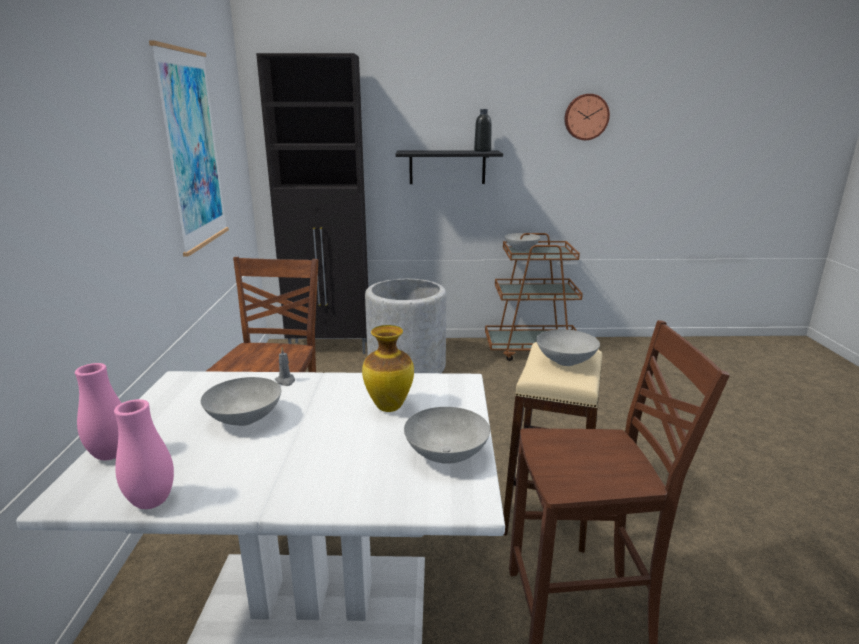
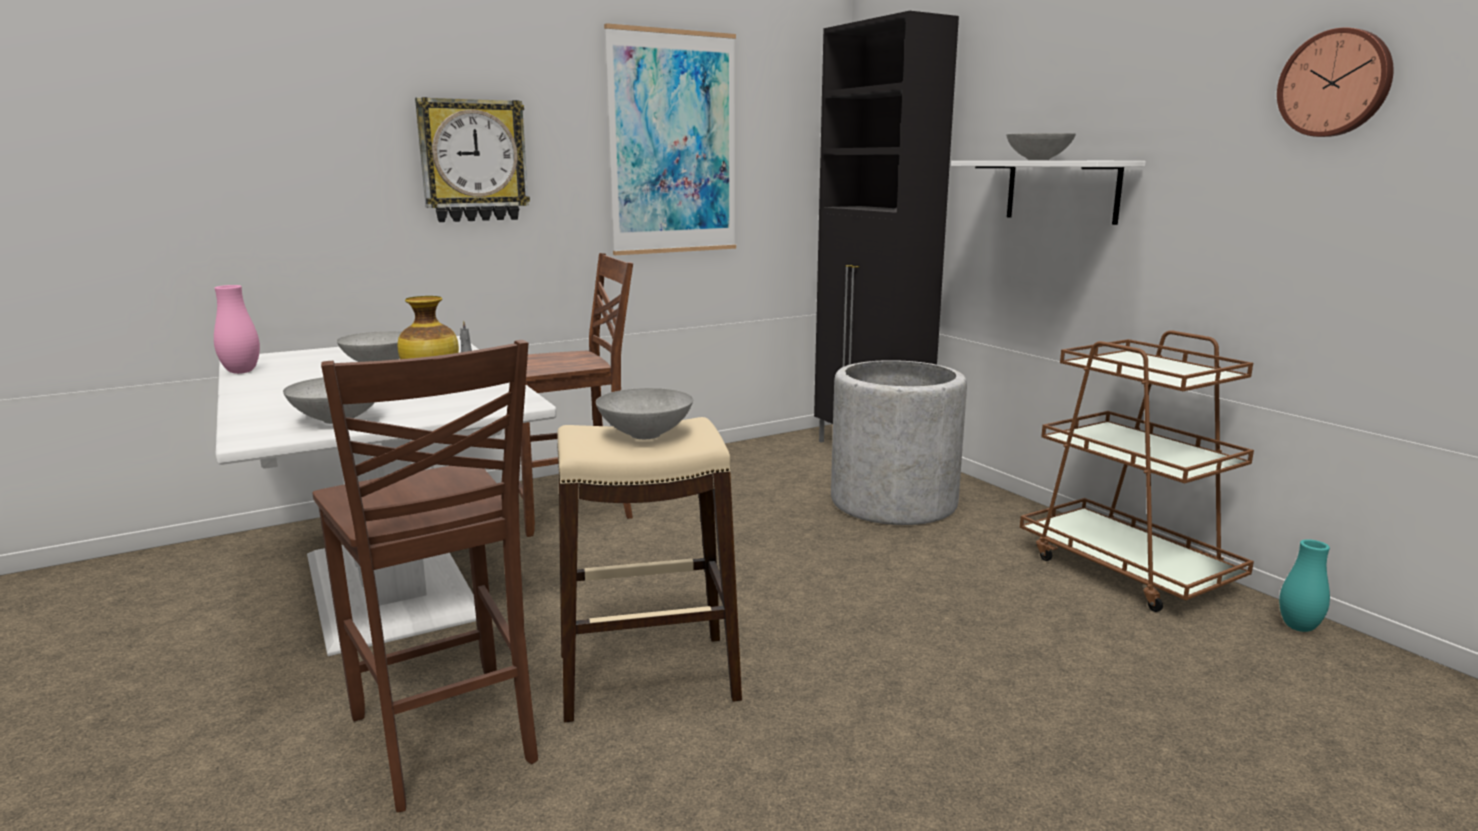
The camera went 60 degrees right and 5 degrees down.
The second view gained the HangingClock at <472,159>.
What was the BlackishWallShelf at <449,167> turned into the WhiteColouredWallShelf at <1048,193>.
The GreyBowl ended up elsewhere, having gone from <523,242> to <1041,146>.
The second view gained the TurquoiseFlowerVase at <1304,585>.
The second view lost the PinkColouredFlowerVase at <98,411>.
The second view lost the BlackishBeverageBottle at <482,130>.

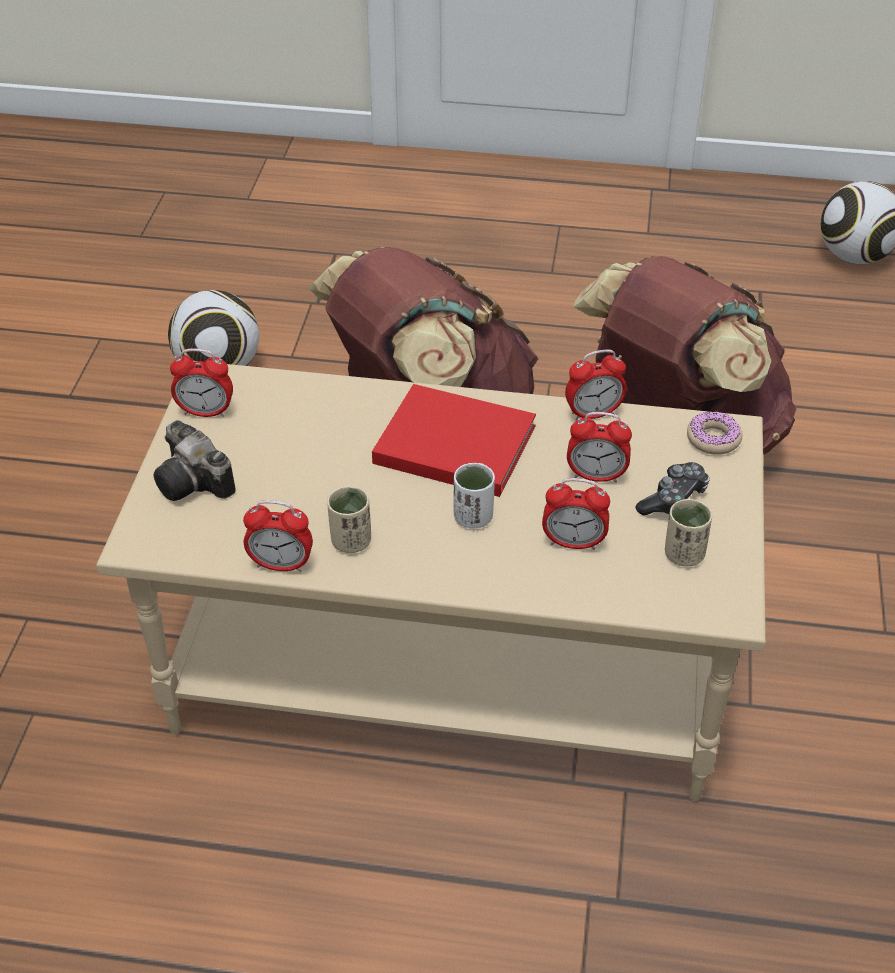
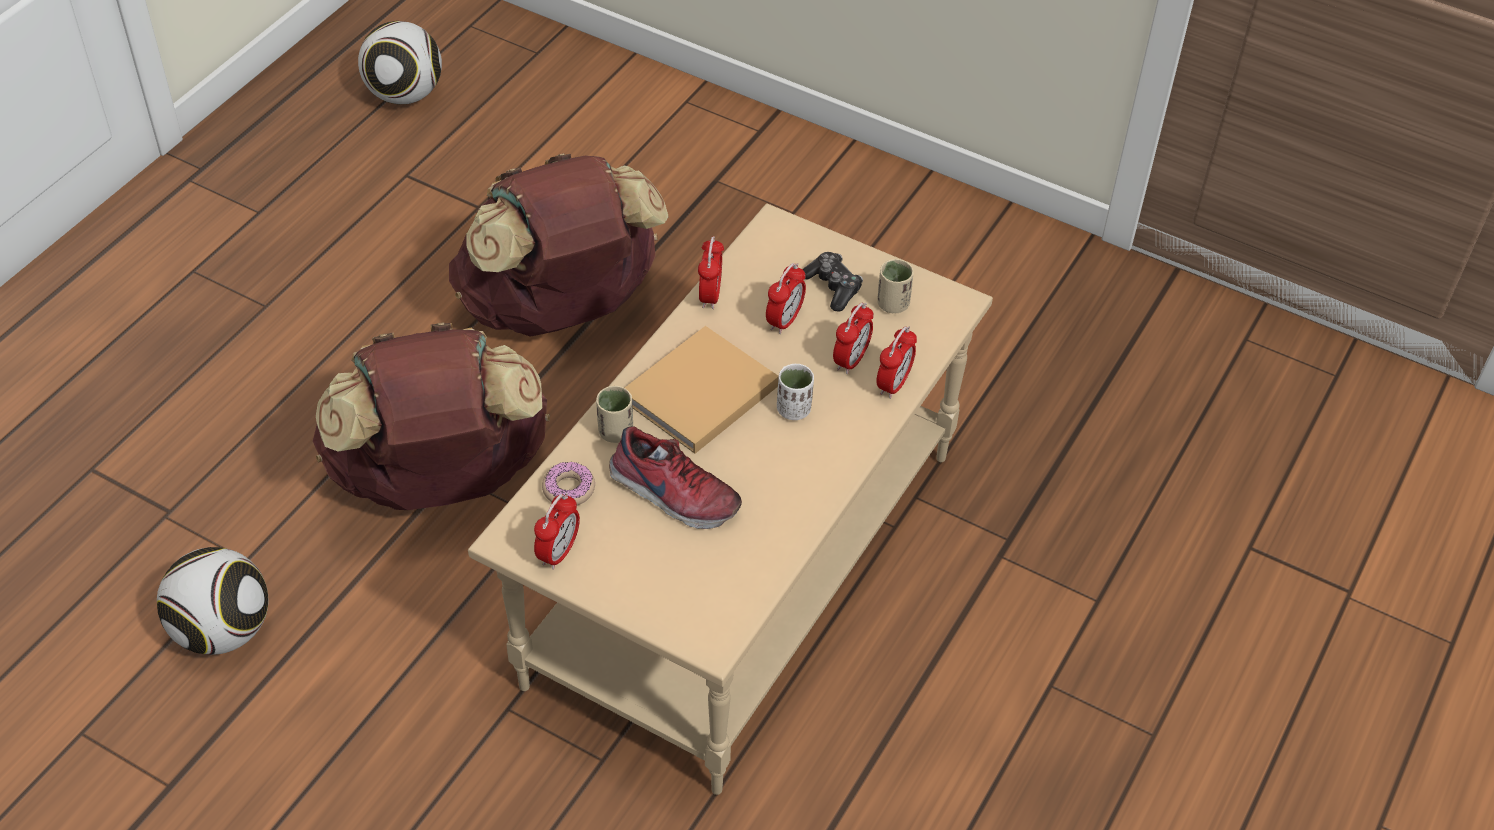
The camera went 70 degrees left and 5 degrees up.
The Doughnut ended up elsewhere, having gone from <715,433> to <568,483>.
The BeigeDrinkingCup ended up elsewhere, having gone from <349,519> to <614,414>.
The second view gained the LowShoe at <675,478>.
What was the RedVolume at <454,440> turned into the BeigeVolume at <702,390>.
The AlarmClock ended up elsewhere, having gone from <278,536> to <896,362>.
The second view lost the PhotoCamera at <194,460>.

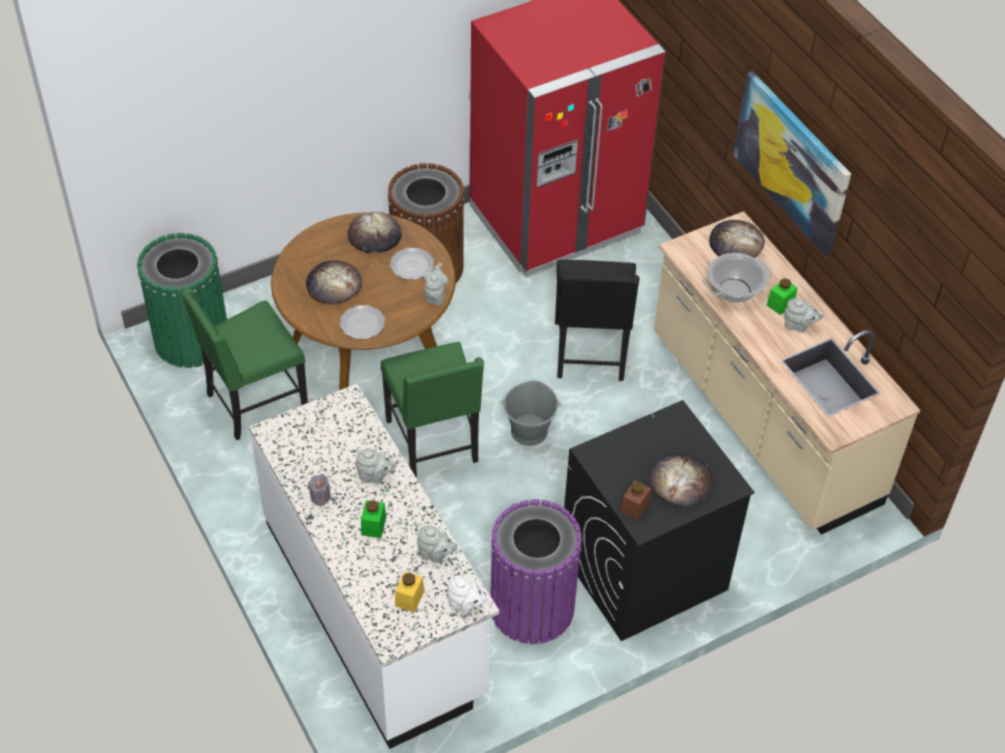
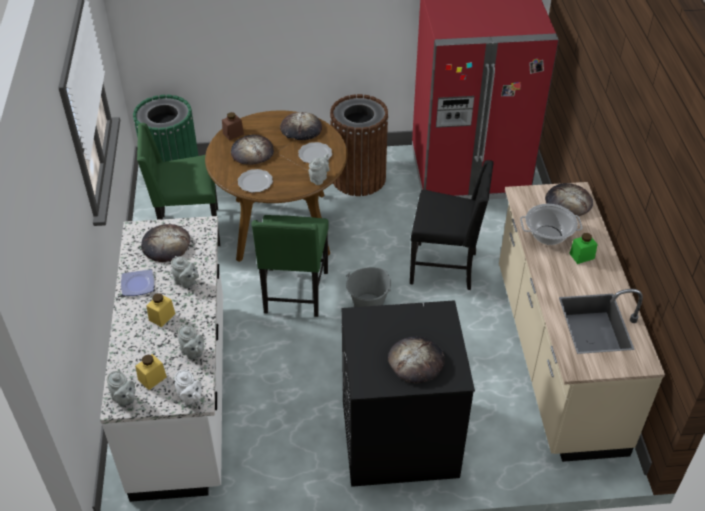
The camera went 25 degrees right and 5 degrees down.
The GreyTeaPot ended up elsewhere, having gone from <803,315> to <121,389>.
Where the GreyCandle stood at <319,490>, the Plate came to stand at <137,282>.
The second view gained the BakedBread at <165,243>.
What was the GreenColouredJar at <373,519> turned into the YellowJar at <160,310>.
The BrownJar ended up elsewhere, having gone from <635,500> to <233,126>.
The BlackishUprightChair at <597,320> ended up facing another way, 105 degrees counterclockwise from before.
The second view lost the PurpleTrashCan at <536,571>.
The second view lost the WallArt at <792,164>.

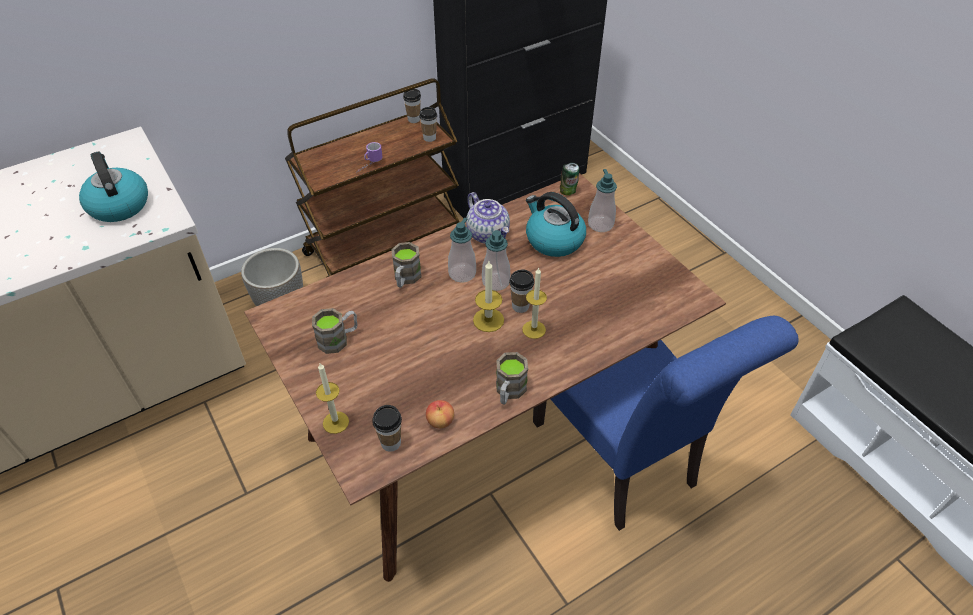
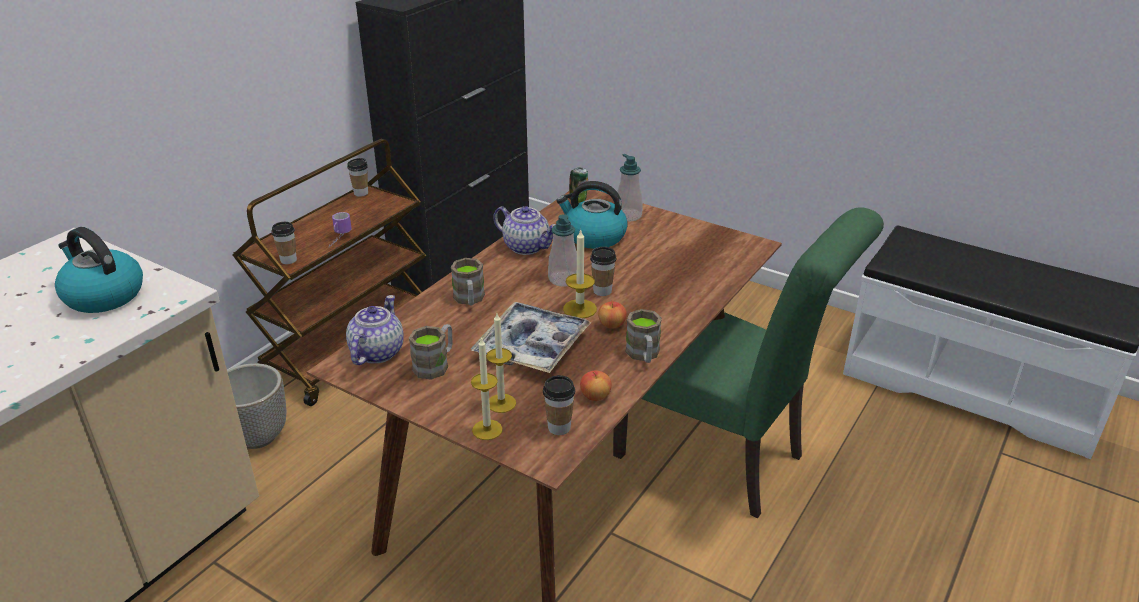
The camera went 25 degrees left and 15 degrees down.
The DrinkingCup ended up elsewhere, having gone from <428,124> to <284,243>.
The second view gained the TeaPot at <375,330>.
The second view gained the Tray at <531,337>.
The Candle ended up elsewhere, having gone from <534,303> to <501,363>.
The second view gained the AppleFruit at <612,314>.
What was the BlueUprightChair at <666,423> turned into the GreenColouredUprightChair at <748,362>.
The second view lost the SoapBottle at <462,250>.

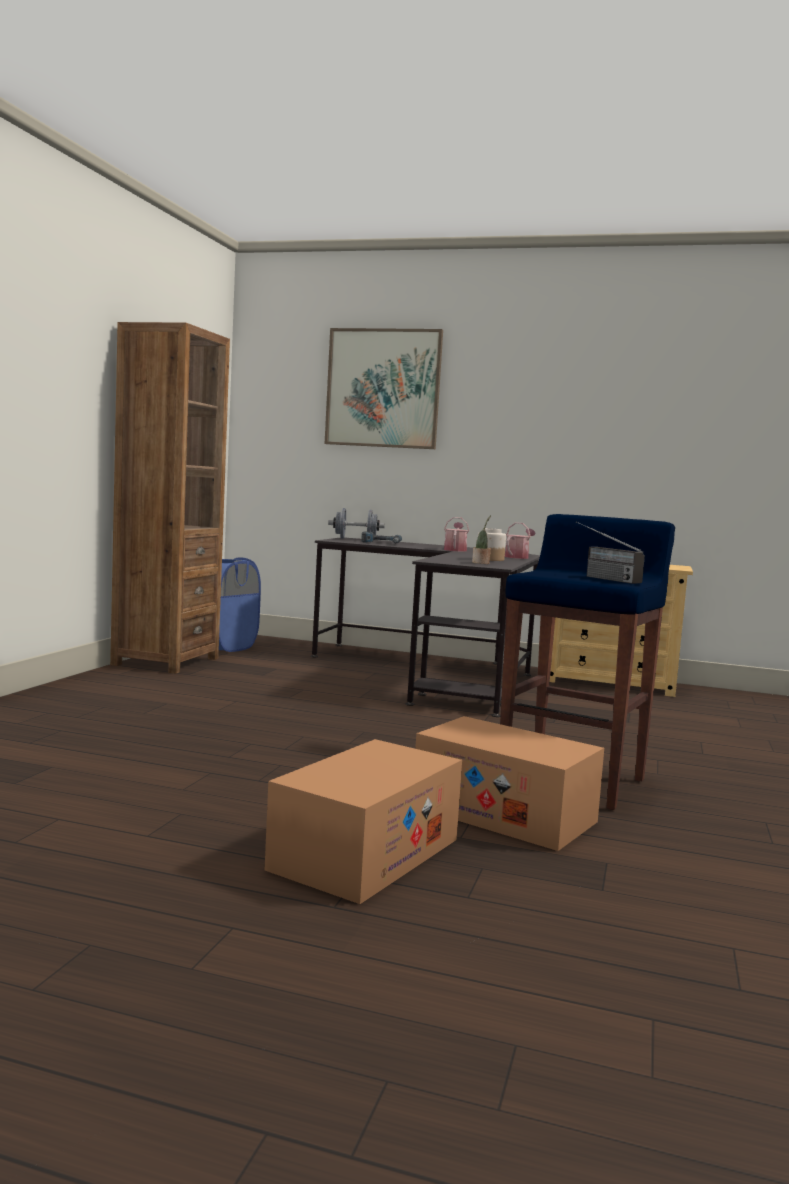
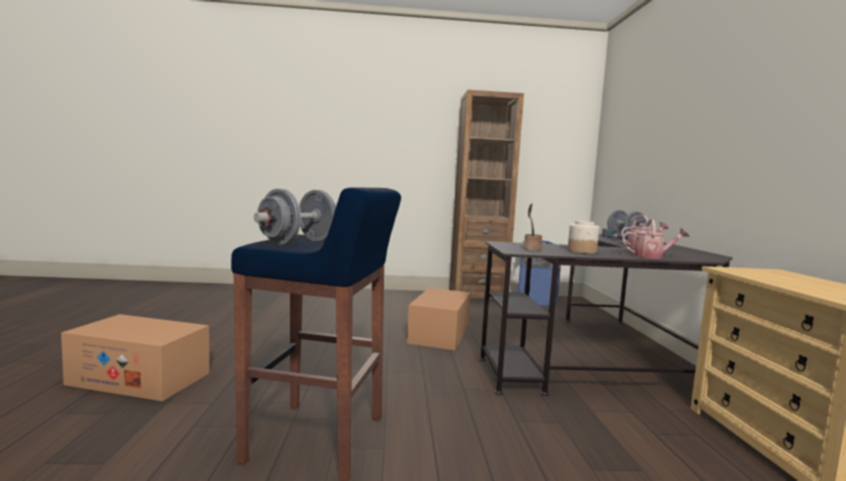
The camera went 70 degrees right and 0 degrees up.
Where the Radio stood at <610,552>, the GreyFreeWeight came to stand at <295,217>.
The PackingBox ended up elsewhere, having gone from <509,783> to <439,319>.
The second view lost the WallArt at <384,388>.

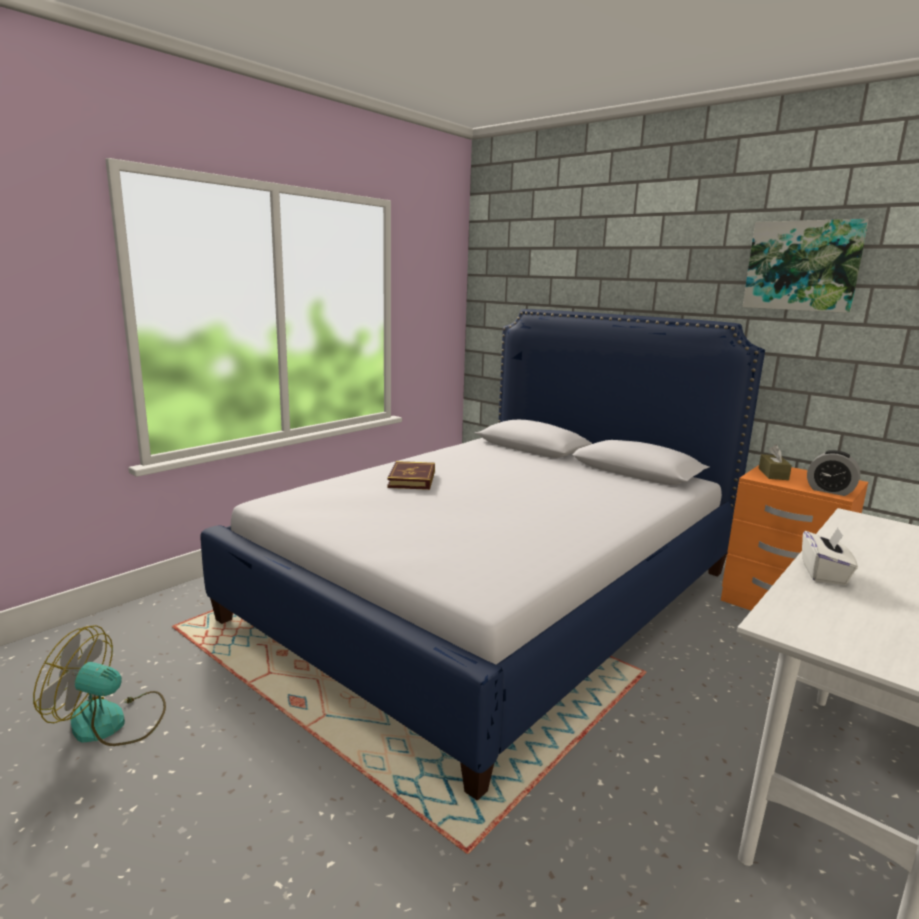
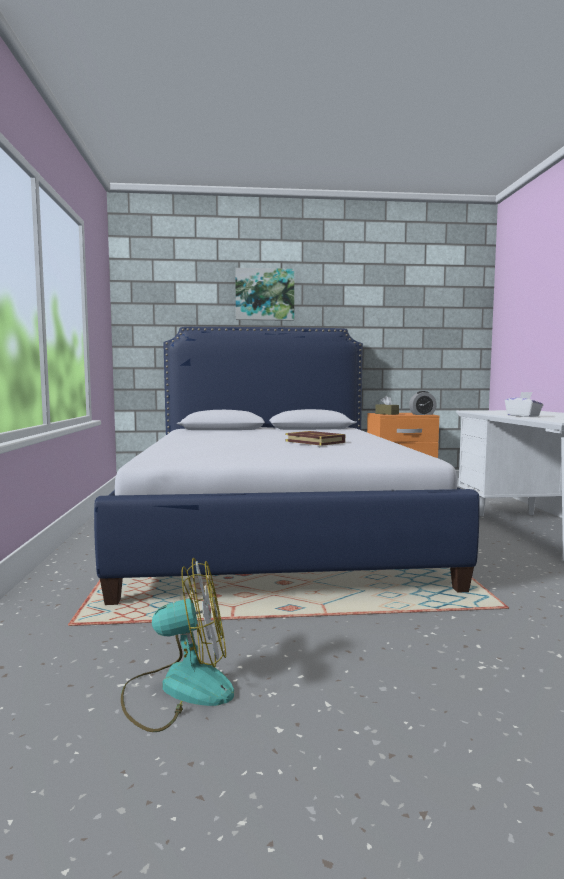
The camera went 45 degrees left and 10 degrees down.
The Fan at <99,685> ended up facing another way, 150 degrees counterclockwise from before.
The WallArt ended up elsewhere, having gone from <806,266> to <264,294>.
The Volume ended up elsewhere, having gone from <411,475> to <315,438>.

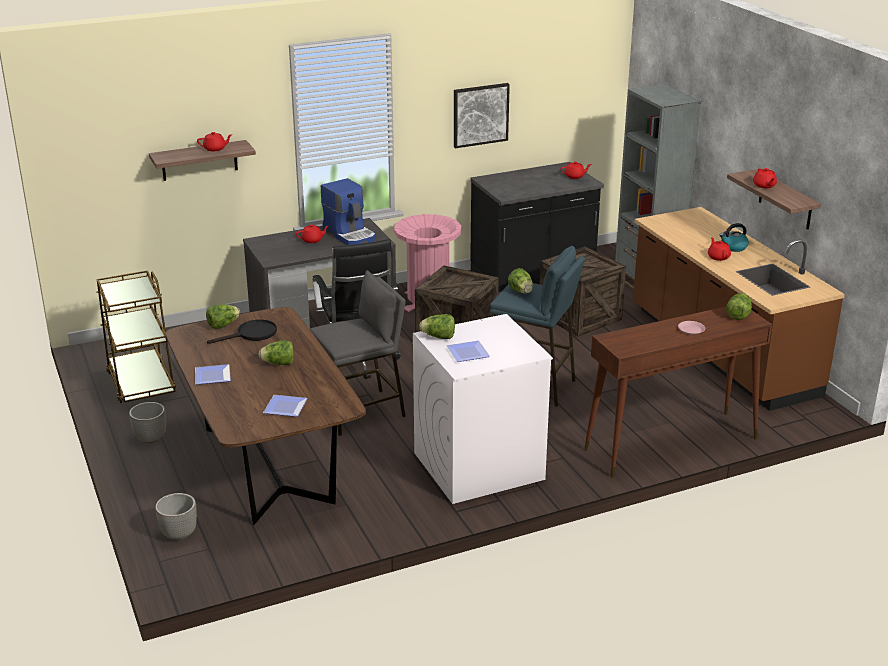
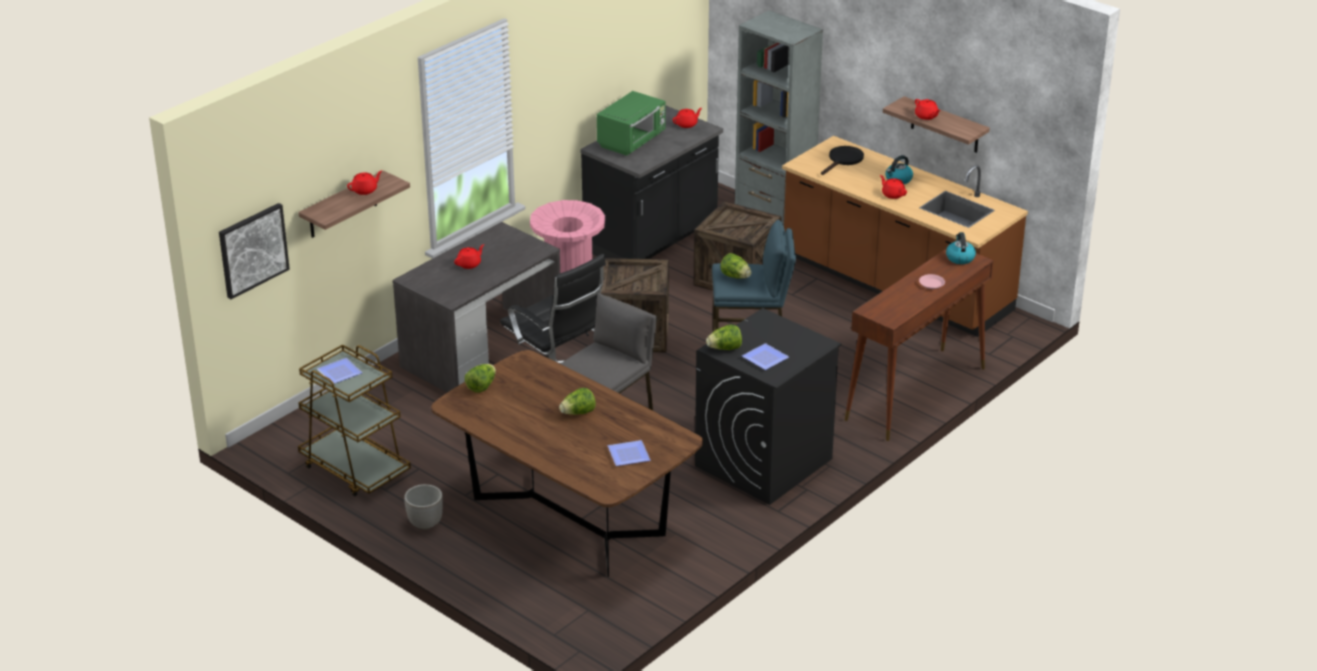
The camera went 25 degrees left and 5 degrees up.
The WallArt ended up elsewhere, having gone from <482,115> to <254,251>.
The Plate ended up elsewhere, having gone from <213,374> to <339,371>.
The second view gained the GreenColouredMicrowave at <631,123>.
What was the WhiteColouredLaundryAppliance at <483,409> turned into the BlackishLaundryAppliance at <768,406>.
The BlackishPan ended up elsewhere, having gone from <242,332> to <842,160>.
Where the HeadOfLettuce stood at <739,306>, the WaterKettle came to stand at <961,248>.
The second view lost the PlantPot at <176,516>.
The second view lost the CoffeeMachine at <348,211>.

